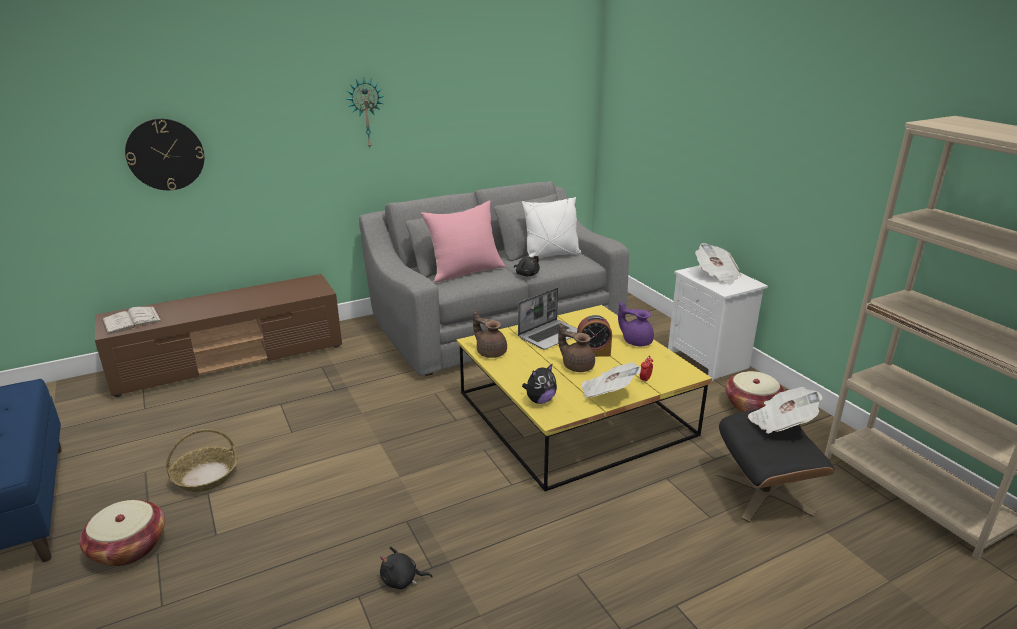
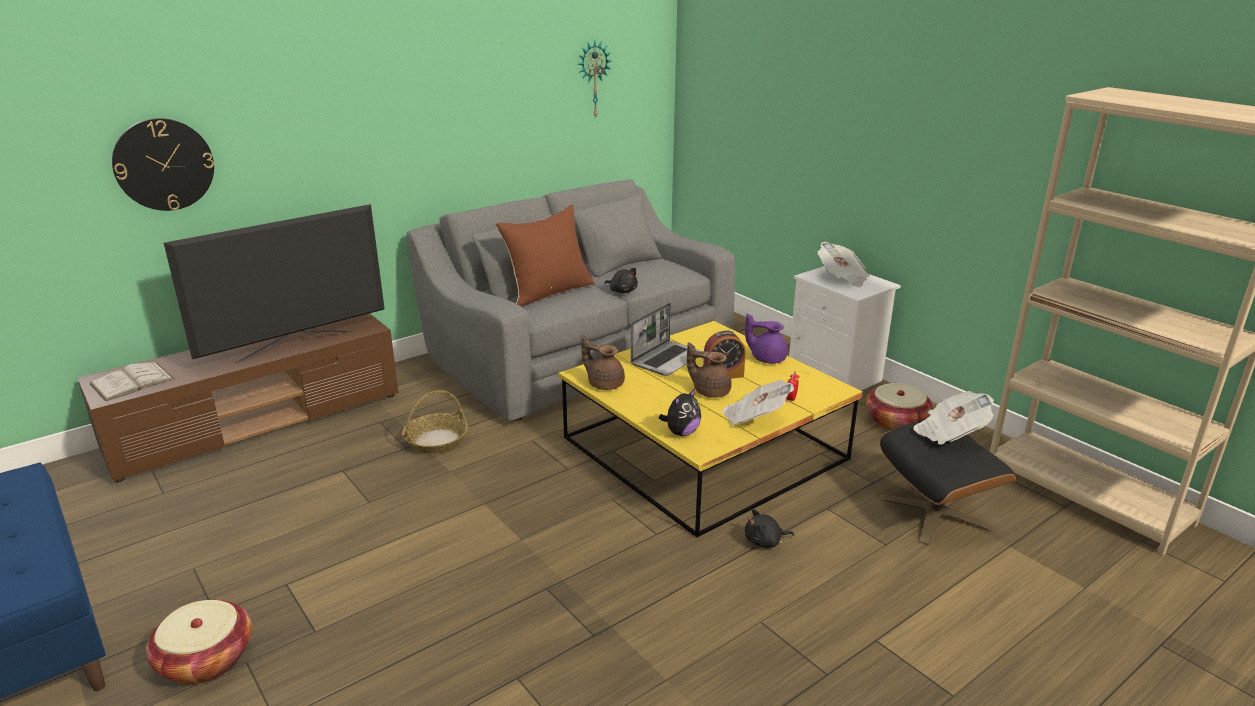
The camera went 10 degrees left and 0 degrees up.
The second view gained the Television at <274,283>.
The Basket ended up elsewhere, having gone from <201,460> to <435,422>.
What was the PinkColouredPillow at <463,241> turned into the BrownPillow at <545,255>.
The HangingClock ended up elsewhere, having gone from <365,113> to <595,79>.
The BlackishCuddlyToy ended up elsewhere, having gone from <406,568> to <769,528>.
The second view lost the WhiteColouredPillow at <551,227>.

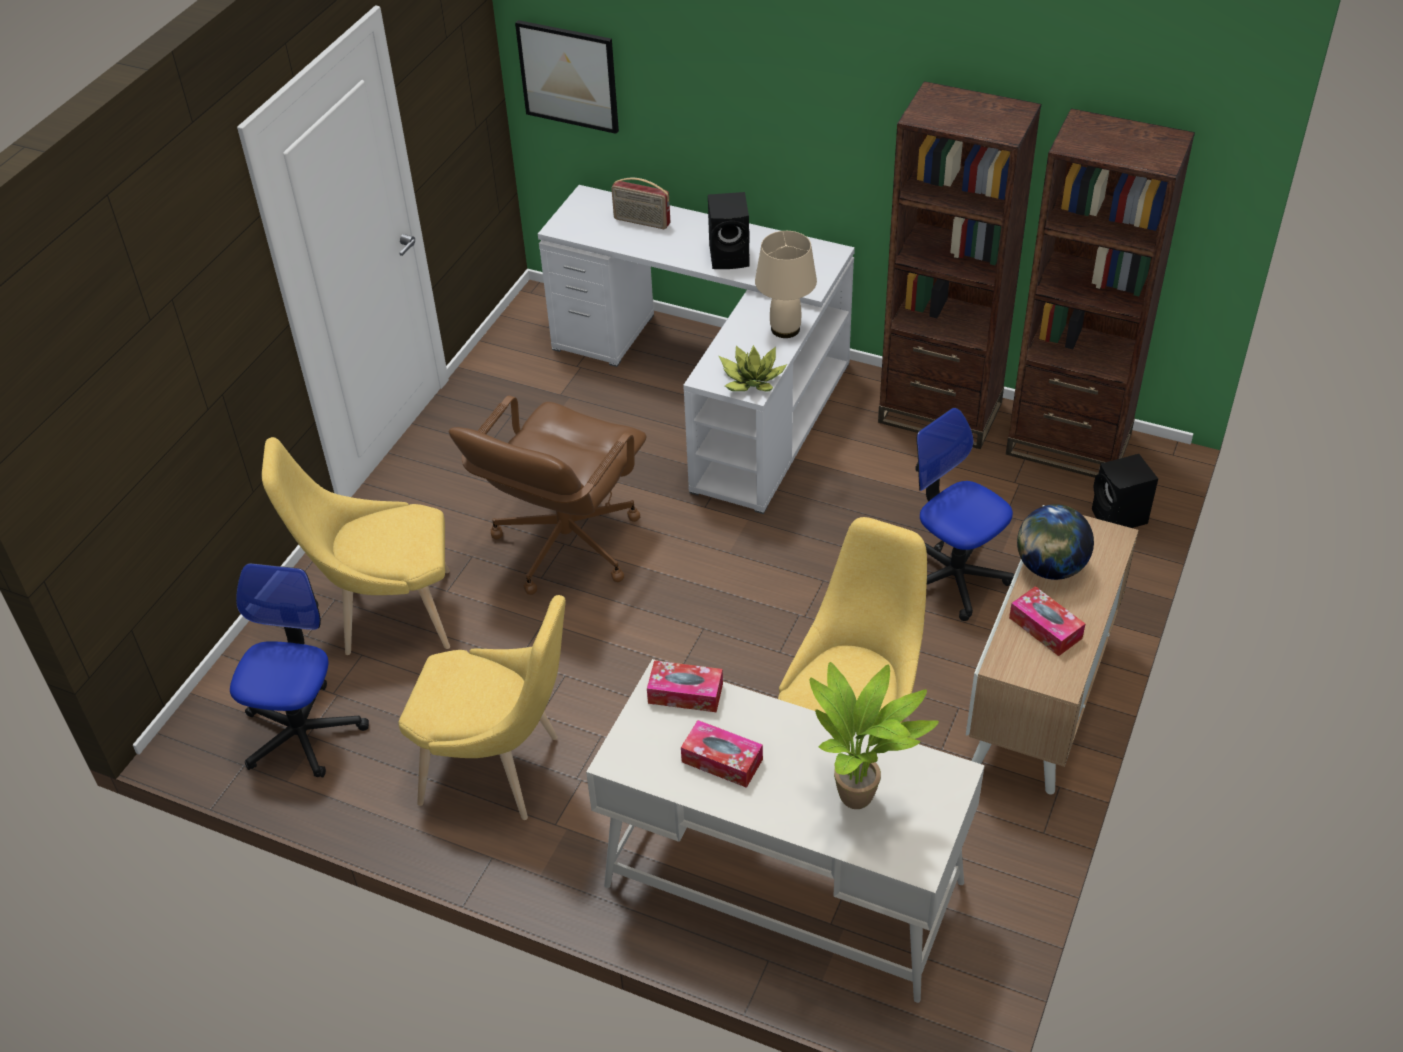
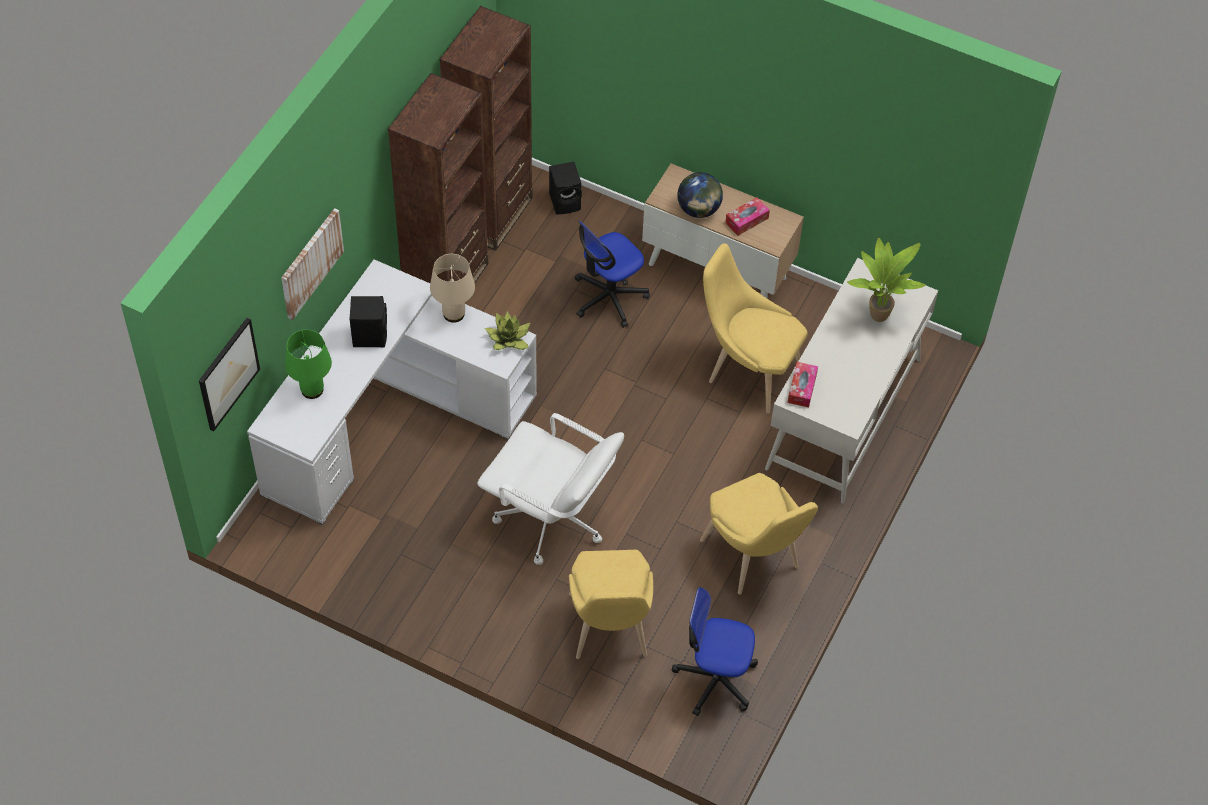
The camera went 90 degrees left and 10 degrees up.
The second view gained the WallArt at <312,264>.
Where the Radio stood at <640,203>, the GreenColouredTabletopLamp came to stand at <308,364>.
What was the BrownDeskChair at <548,495> turned into the WhiteColouredDeskChair at <550,489>.
The YellowUprightChair at <482,707> ended up facing another way, 135 degrees clockwise from before.
The second view lost the BoxOfTissues at <722,754>.

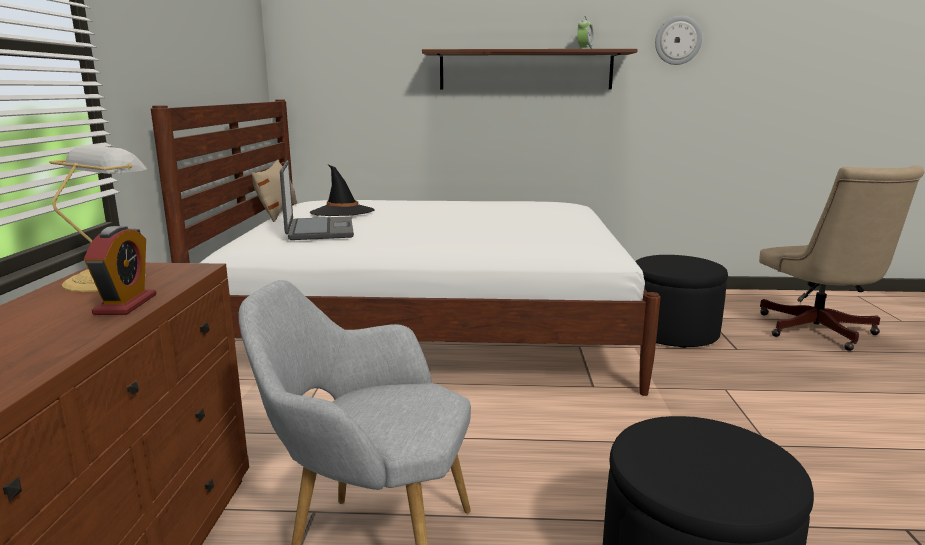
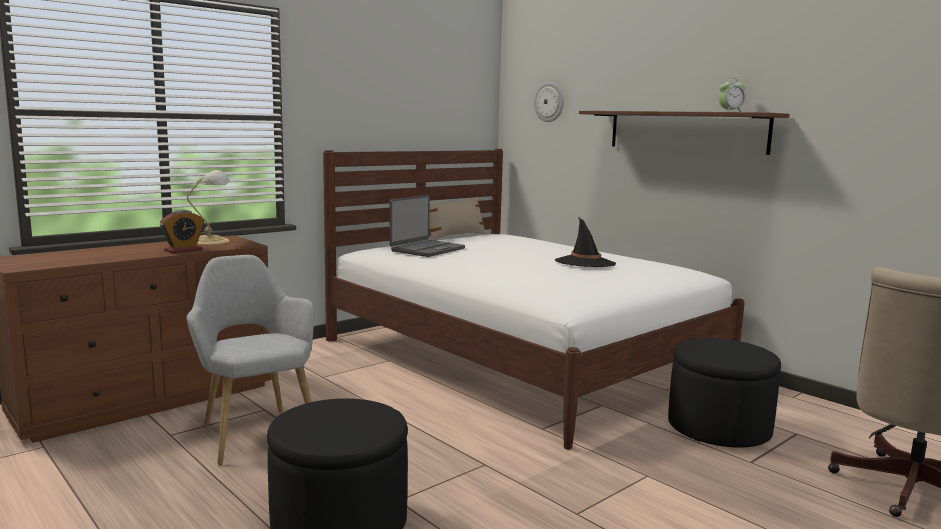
The camera went 45 degrees right and 5 degrees down.
The HangingClock ended up elsewhere, having gone from <678,40> to <549,102>.
The BlackishClothingHat ended up elsewhere, having gone from <342,190> to <585,242>.

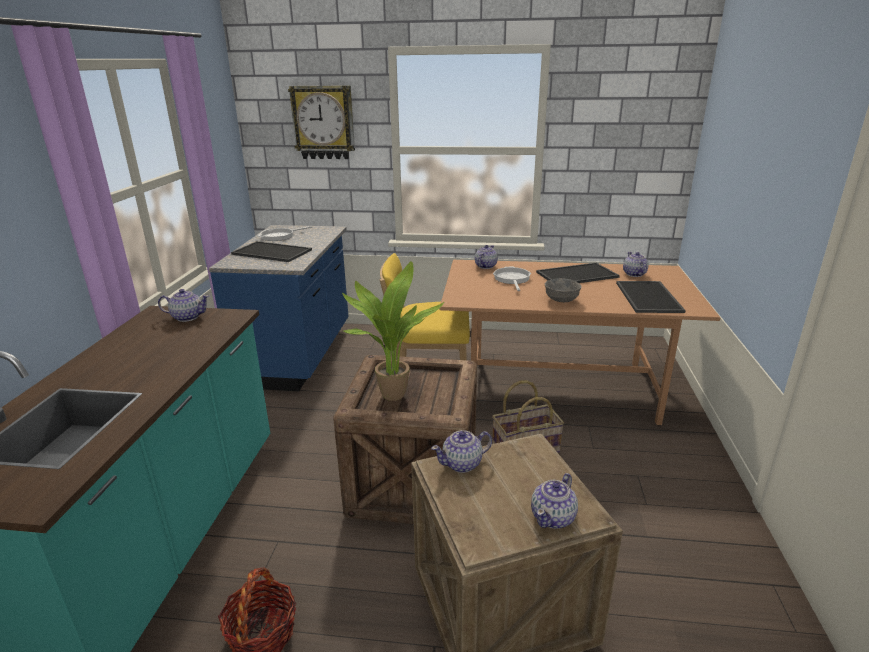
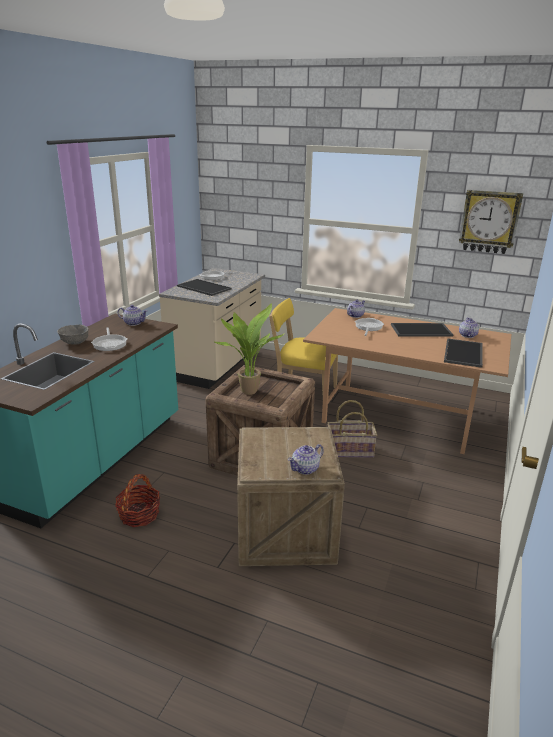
The camera went 15 degrees right and 0 degrees up.
The GreyBowl ended up elsewhere, having gone from <563,290> to <73,334>.
The second view gained the Pan at <109,339>.
What was the BlueKitchenCounter at <279,308> turned into the BeigeKitchenCounter at <212,328>.
The HangingClock ended up elsewhere, having gone from <321,122> to <491,222>.
The second view lost the TeaPot at <461,451>.

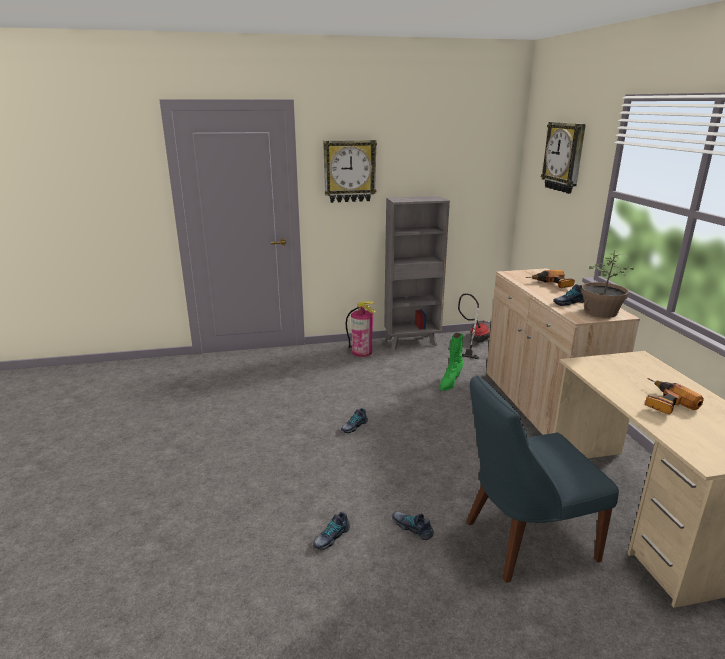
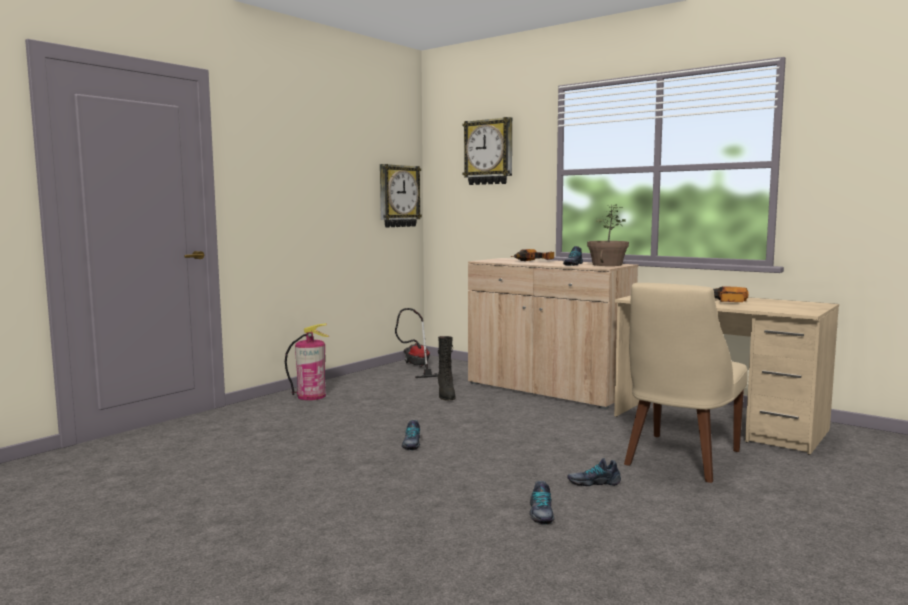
The camera went 40 degrees left and 15 degrees down.
The HangingClock ended up elsewhere, having gone from <350,171> to <401,196>.
What was the GreenColouredTallBoot at <452,362> turned into the BlackishTallBoot at <447,368>.
What was the BlueUprightChair at <542,479> turned into the BeigeUprightChair at <686,383>.
The second view lost the GreyShelvingUnit at <417,273>.

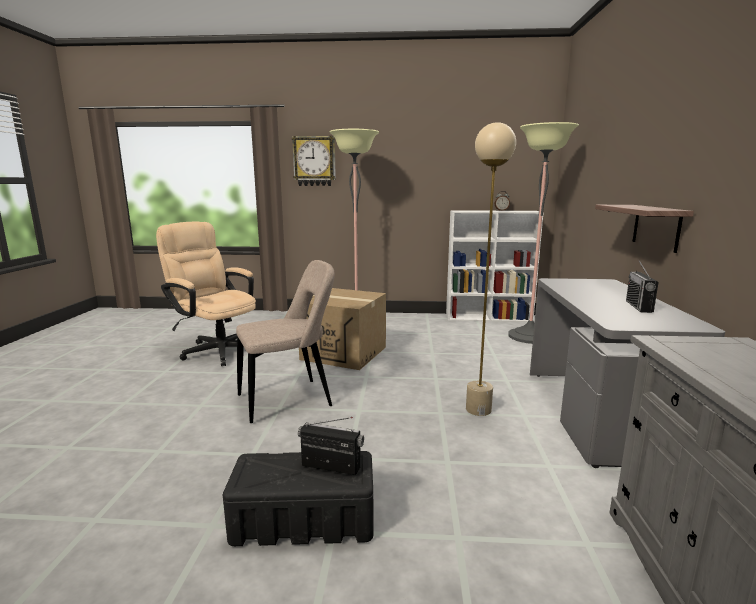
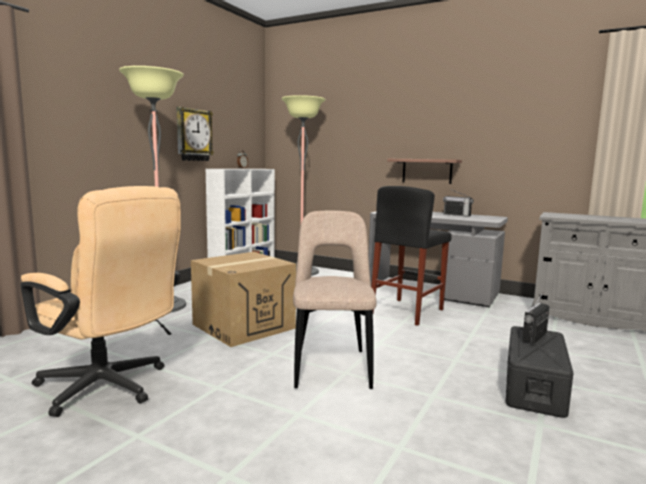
The camera went 65 degrees left and 5 degrees down.
The BeigeDeskChair at <206,294> ended up facing another way, 120 degrees counterclockwise from before.
The HangingClock ended up elsewhere, having gone from <314,161> to <195,134>.
Where the BeigeFloorLamp stood at <491,269>, the BlackishStool came to stand at <411,256>.

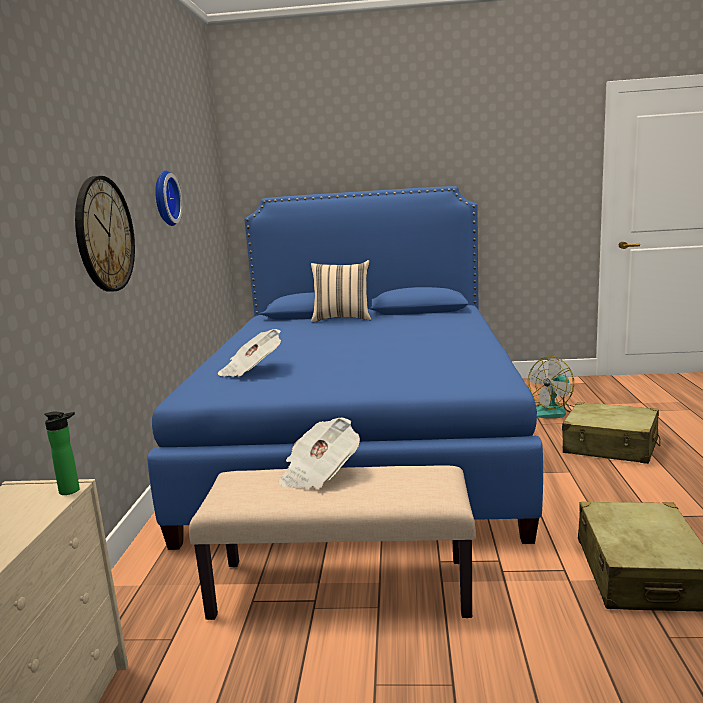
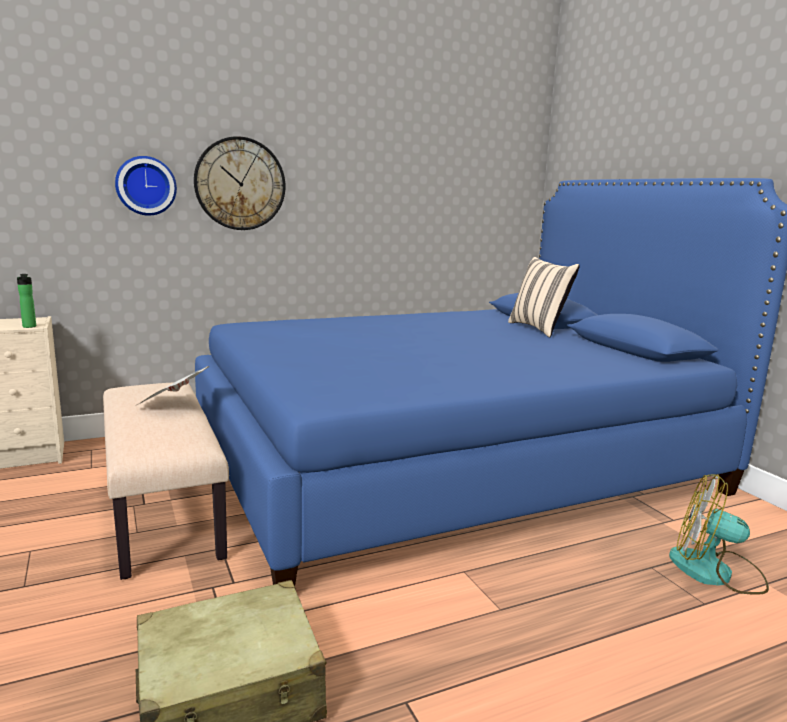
The camera went 60 degrees right and 0 degrees up.
The HangingClock ended up elsewhere, having gone from <169,198> to <146,186>.
The second view lost the Newspaper at <249,353>.
The second view lost the BeigePieceOfLuggage at <611,433>.

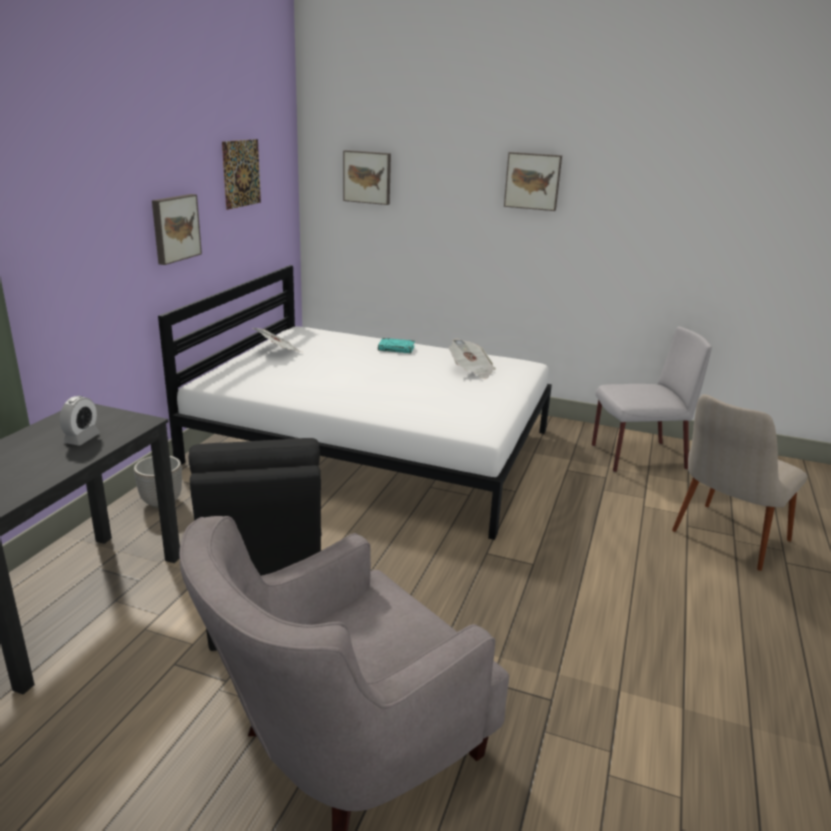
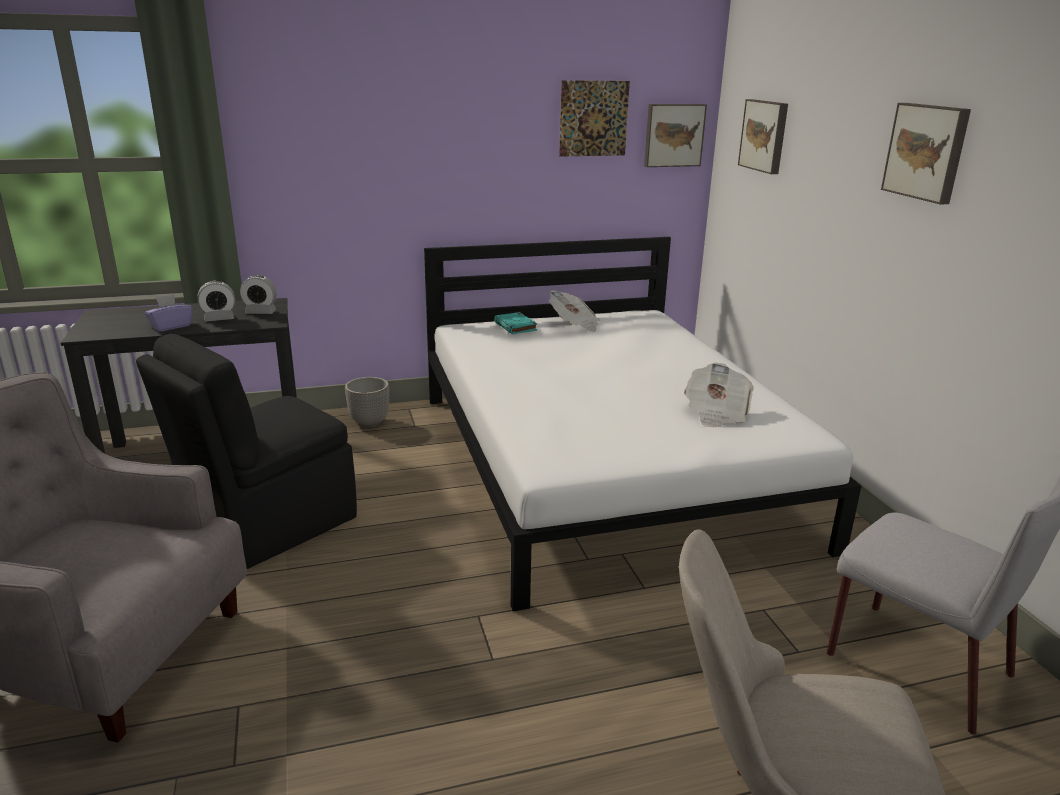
The camera went 55 degrees right and 0 degrees up.
The second view gained the PurpleBoxOfTissues at <168,313>.
The second view gained the AlarmClock at <258,294>.
The TurquoiseVolume ended up elsewhere, having gone from <396,345> to <515,323>.
The WallArt ended up elsewhere, having gone from <177,229> to <675,135>.

